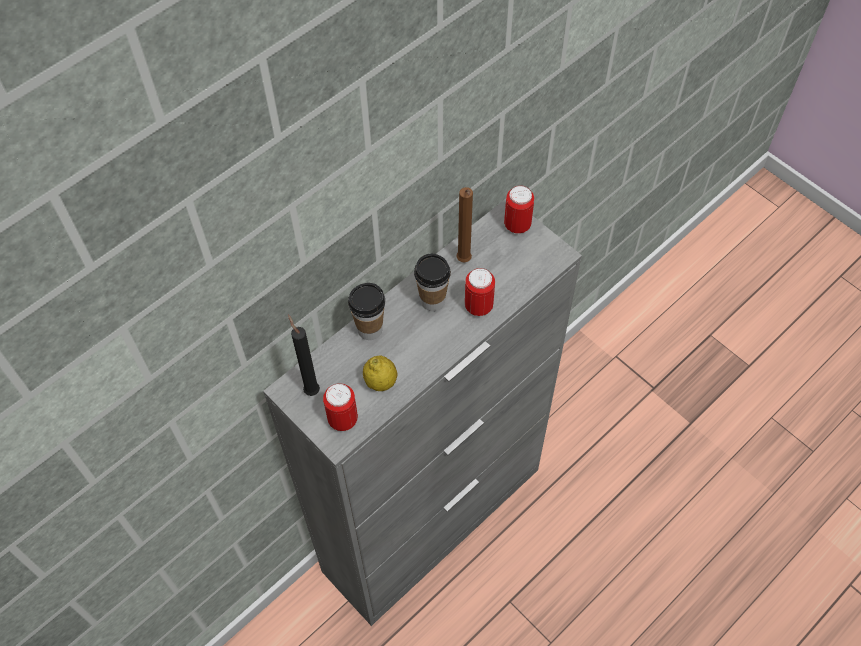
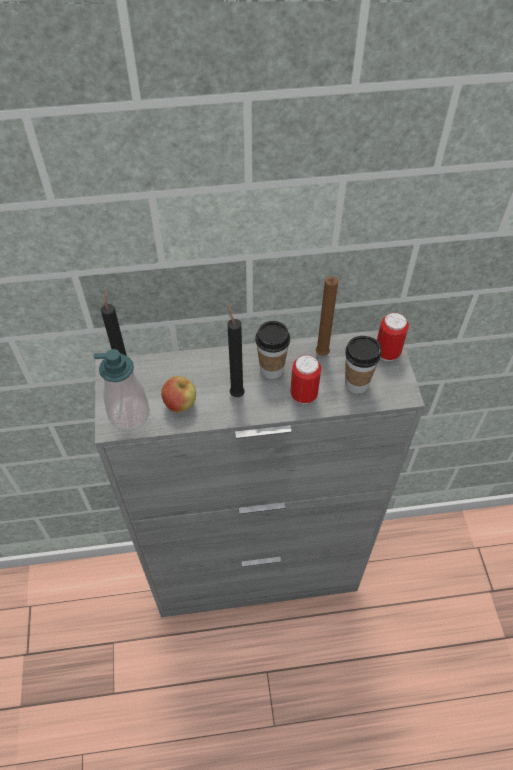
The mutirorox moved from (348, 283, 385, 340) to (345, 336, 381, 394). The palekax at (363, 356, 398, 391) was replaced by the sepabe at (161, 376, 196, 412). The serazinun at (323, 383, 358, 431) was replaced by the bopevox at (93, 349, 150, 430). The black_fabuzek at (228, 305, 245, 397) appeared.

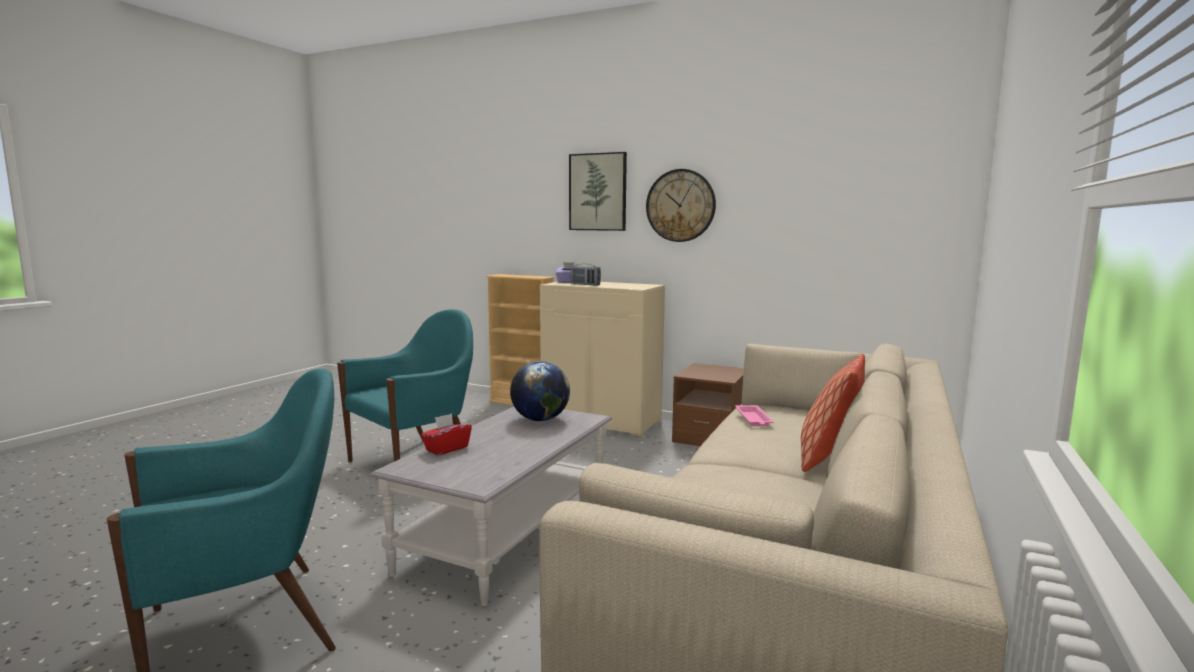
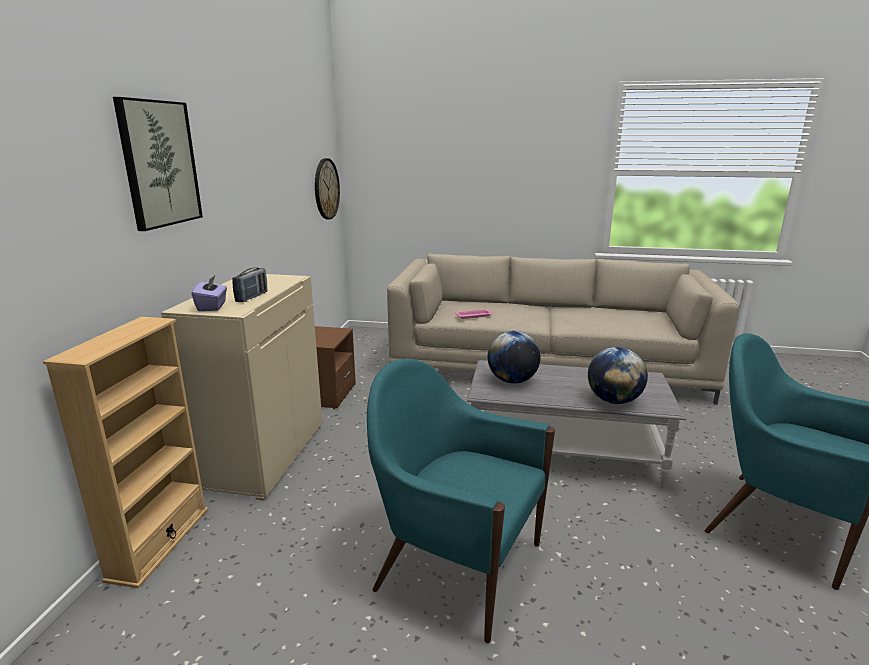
The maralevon moved from (646, 169, 716, 242) to (315, 158, 340, 219). The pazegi at (801, 354, 865, 472) disappeared. The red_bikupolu at (421, 413, 472, 455) was replaced by the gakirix at (588, 347, 648, 404).

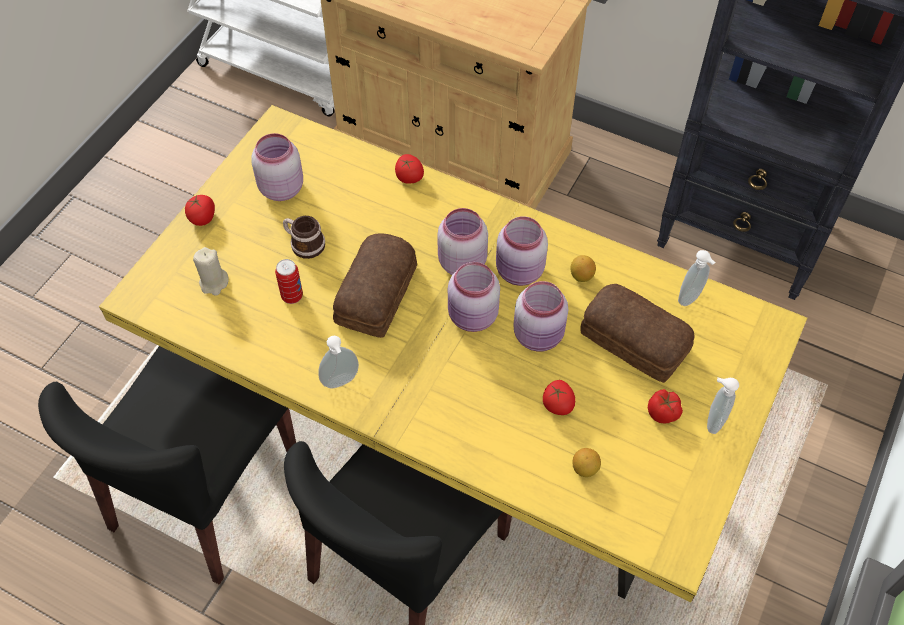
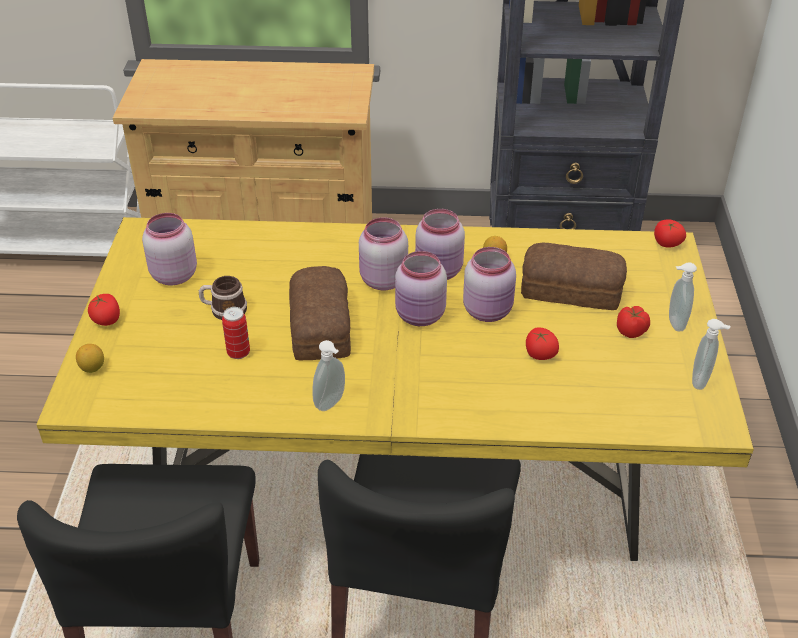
The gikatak moved from (395, 154, 424, 184) to (654, 219, 686, 248). The beige_fabuzek at (193, 247, 229, 296) disappeared. The bopevox moved from (678, 250, 715, 306) to (692, 319, 730, 390). The palekax moved from (573, 448, 601, 477) to (76, 344, 104, 373).

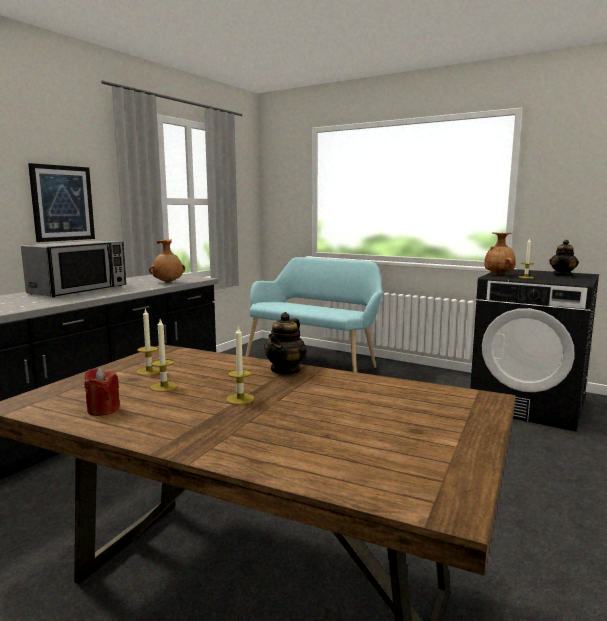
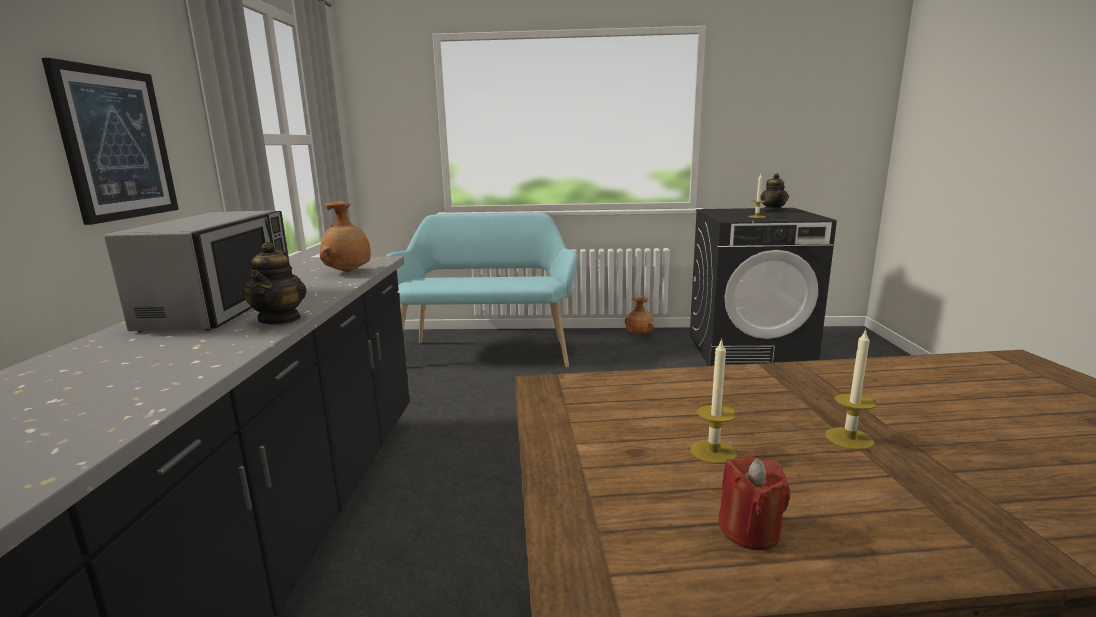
The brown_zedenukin moved from (484, 232, 516, 275) to (625, 297, 654, 336). The fabuzek at (137, 308, 160, 375) disappeared. The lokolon moved from (264, 312, 307, 375) to (242, 242, 307, 325).

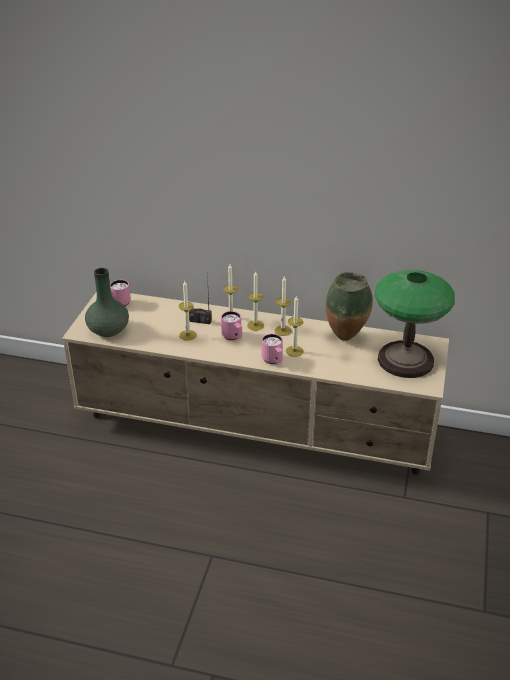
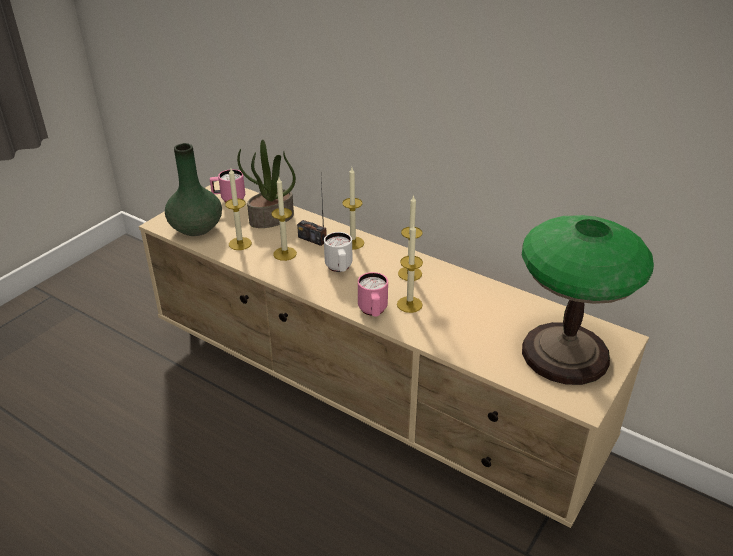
The fabuzek moved from (247, 271, 264, 331) to (225, 168, 252, 250). The zedenukin at (326, 272, 373, 341) disappeared. The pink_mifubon at (221, 311, 242, 340) became the white_mifubon at (324, 232, 352, 272). The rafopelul at (237, 140, 296, 228) appeared.

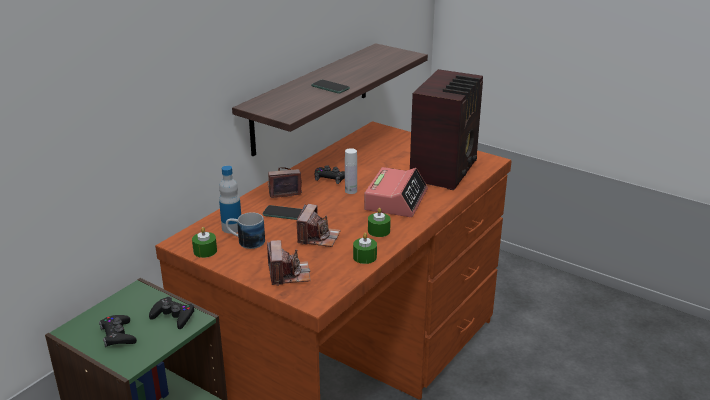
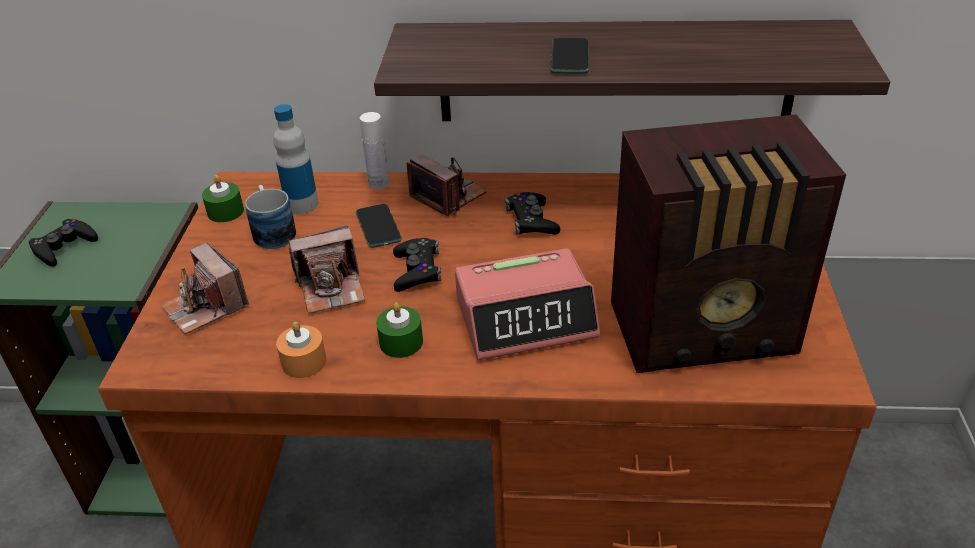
The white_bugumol moved from (345, 148, 357, 194) to (360, 112, 389, 190). The green_fabuzek at (353, 233, 377, 264) became the orange_fabuzek at (276, 322, 326, 378). The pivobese at (267, 240, 311, 286) turned 90 degrees clockwise. The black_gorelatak moved from (149, 296, 194, 329) to (393, 238, 441, 292).

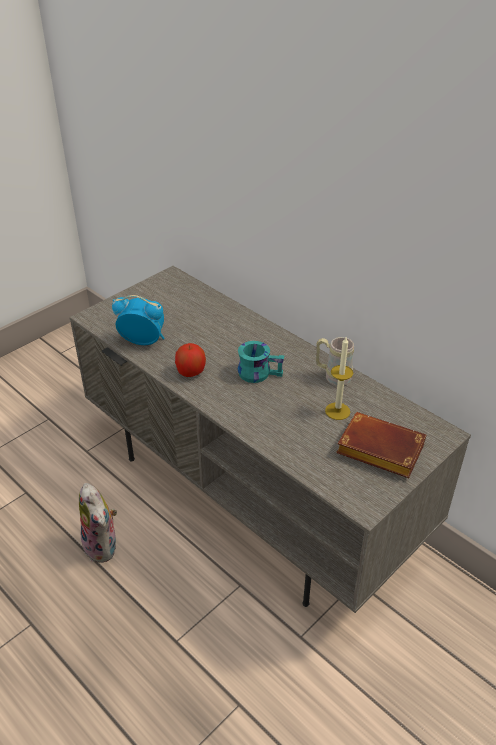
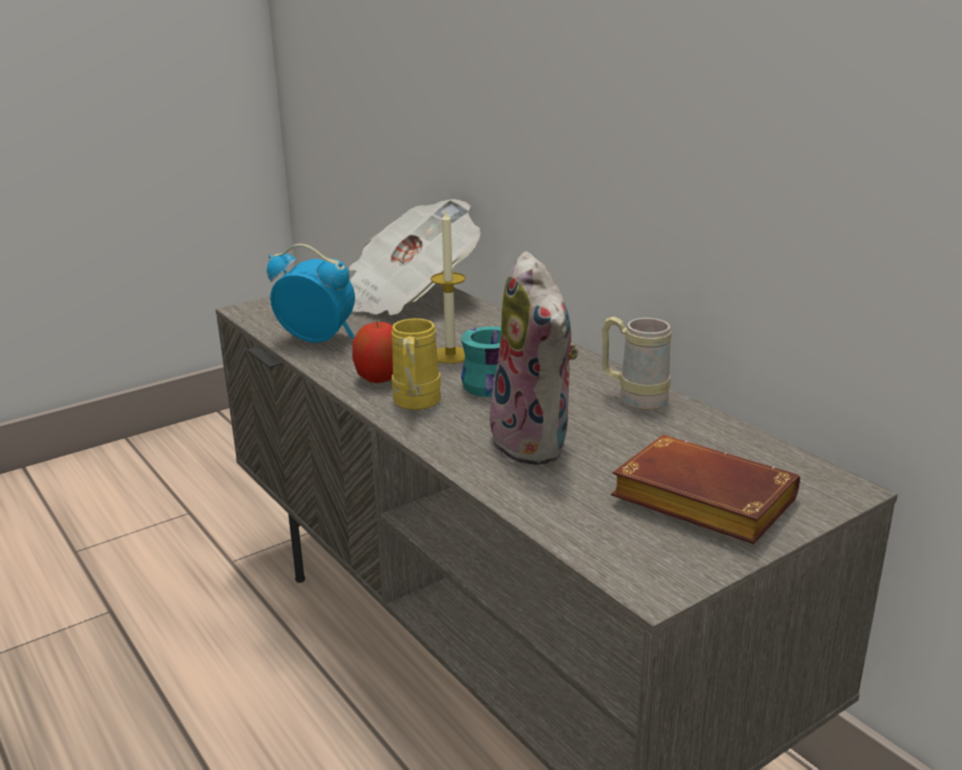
The fabuzek moved from (325, 337, 353, 420) to (431, 210, 466, 364). The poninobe moved from (79, 483, 117, 563) to (490, 251, 578, 465). The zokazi at (349, 199, 481, 315) appeared. The yellow_mifubon at (392, 318, 441, 410) appeared.

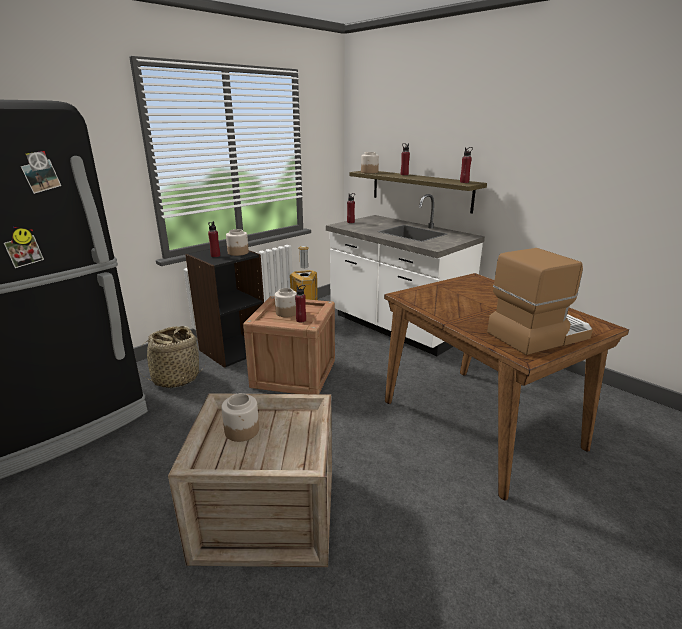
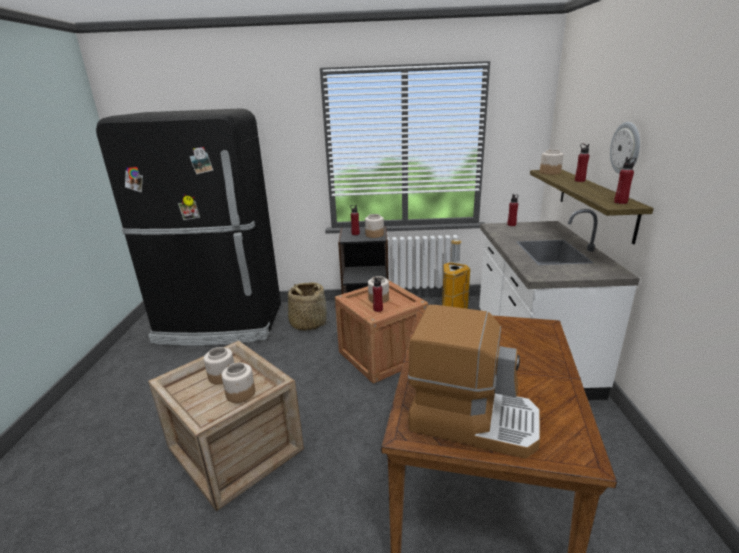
The maralevon at (610, 122, 640, 174) appeared. The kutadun at (222, 363, 255, 403) appeared.

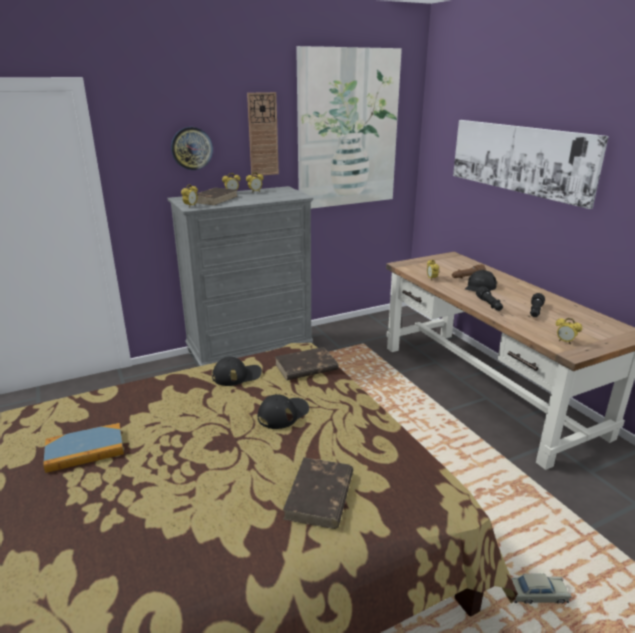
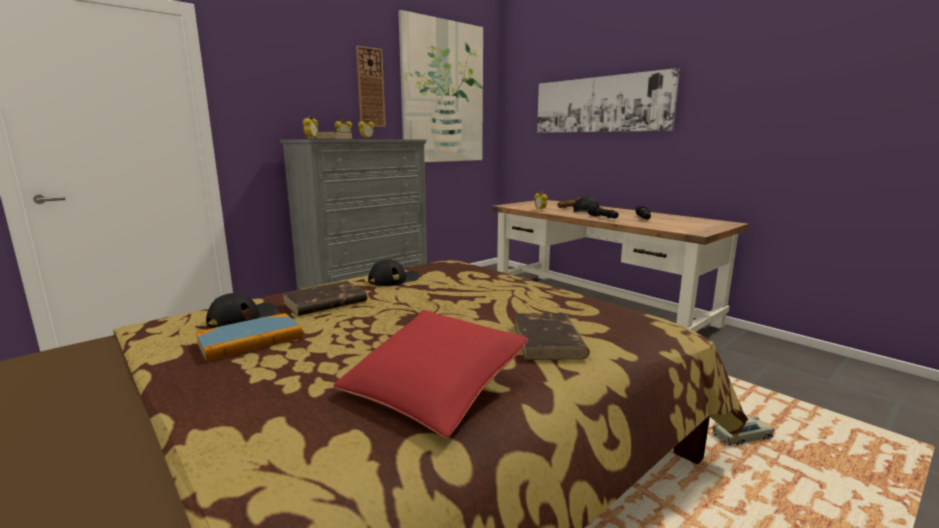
The maralevon at (171, 127, 213, 170) disappeared. The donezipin at (556, 318, 582, 344) disappeared. The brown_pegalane moved from (275, 347, 339, 380) to (282, 281, 367, 316). The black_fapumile moved from (258, 394, 309, 429) to (206, 293, 277, 328). The red_pazegi at (333, 310, 528, 438) appeared.

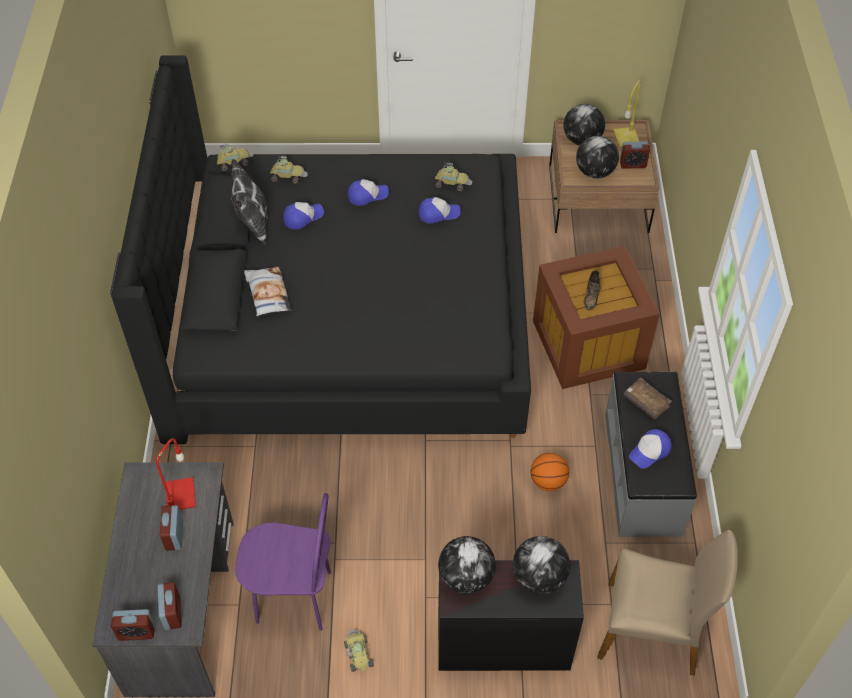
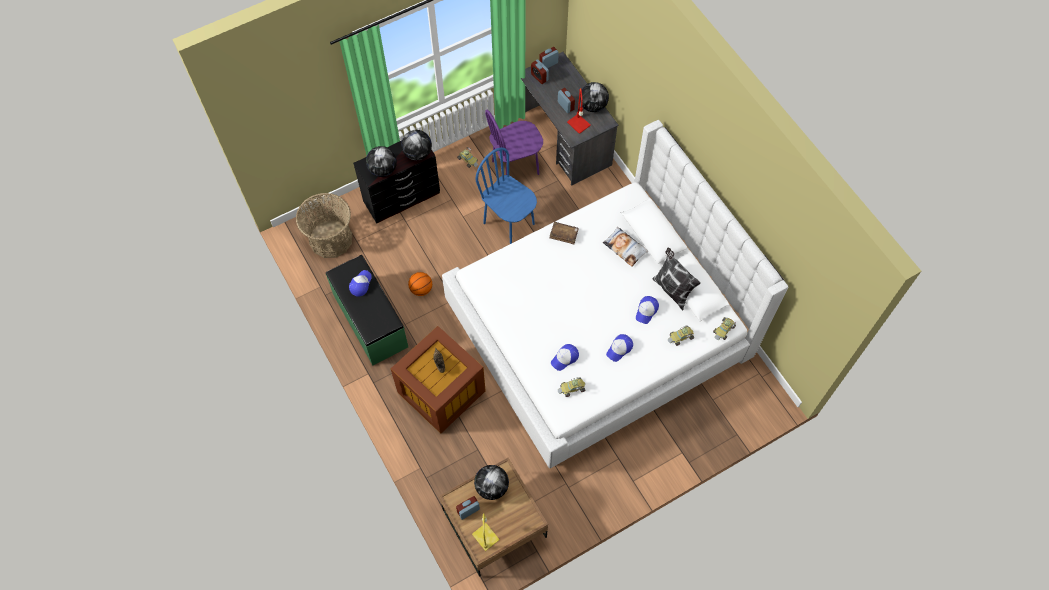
The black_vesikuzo at (110, 55, 531, 444) became the white_vesikuzo at (442, 120, 789, 468). The gakirix moved from (563, 104, 605, 146) to (580, 82, 609, 112). The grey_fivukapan at (605, 372, 697, 537) became the green_fivukapan at (326, 255, 408, 365). The brown_pegalane moved from (624, 378, 672, 419) to (550, 222, 579, 244). The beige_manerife at (597, 530, 738, 676) was replaced by the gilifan at (296, 193, 352, 258). The blue_manerife at (476, 148, 537, 244) appeared.

